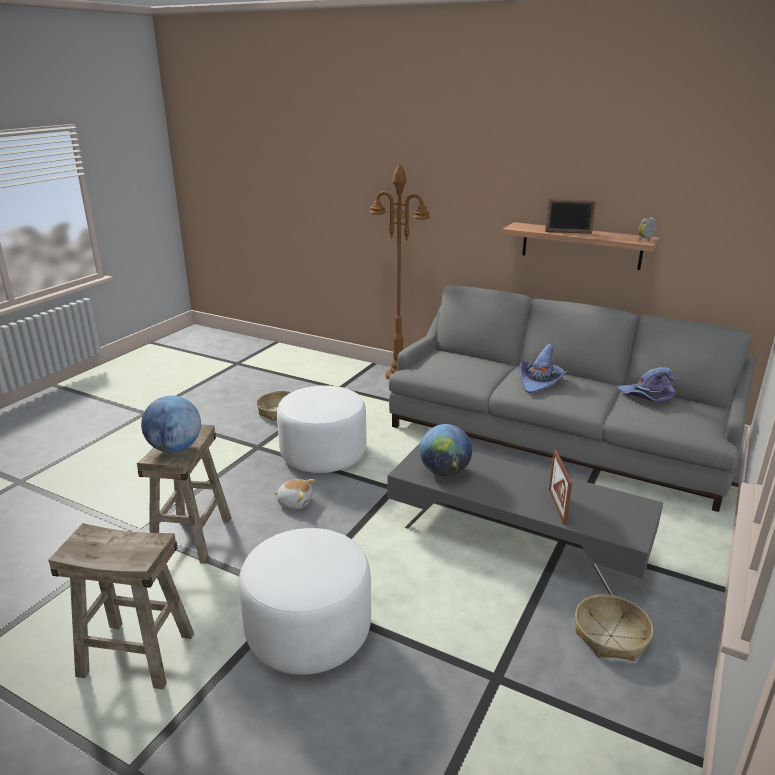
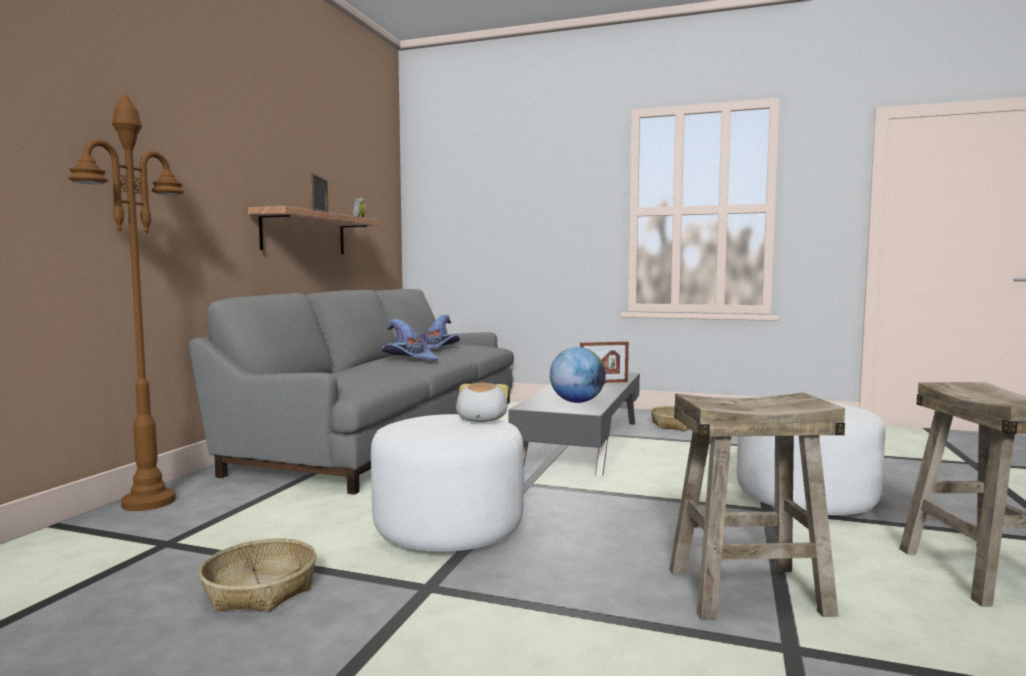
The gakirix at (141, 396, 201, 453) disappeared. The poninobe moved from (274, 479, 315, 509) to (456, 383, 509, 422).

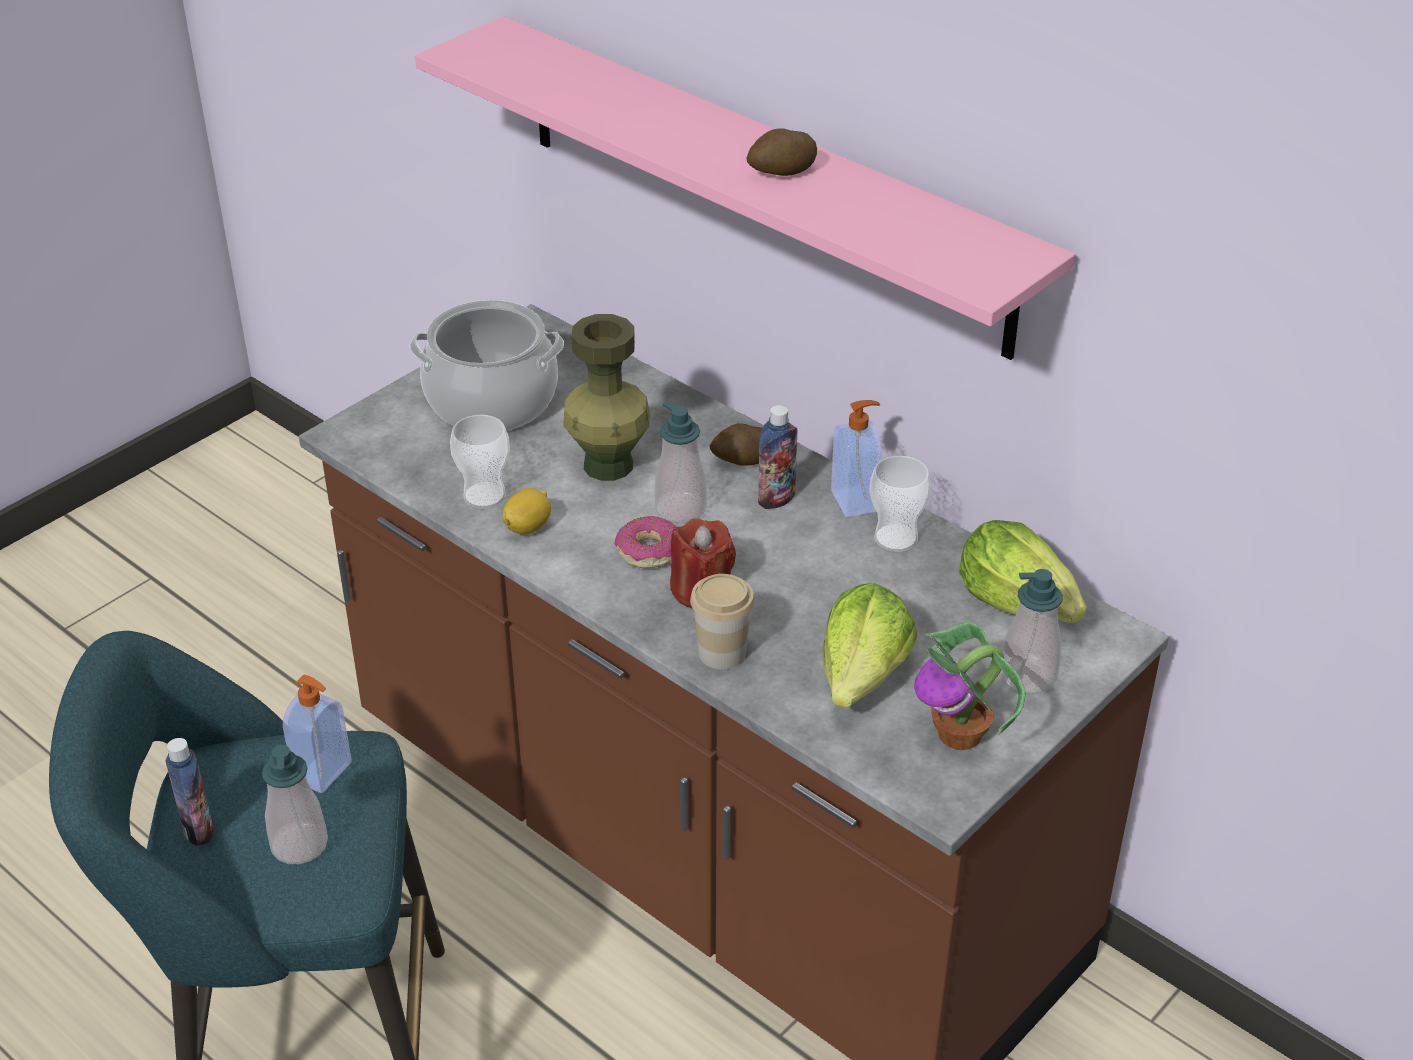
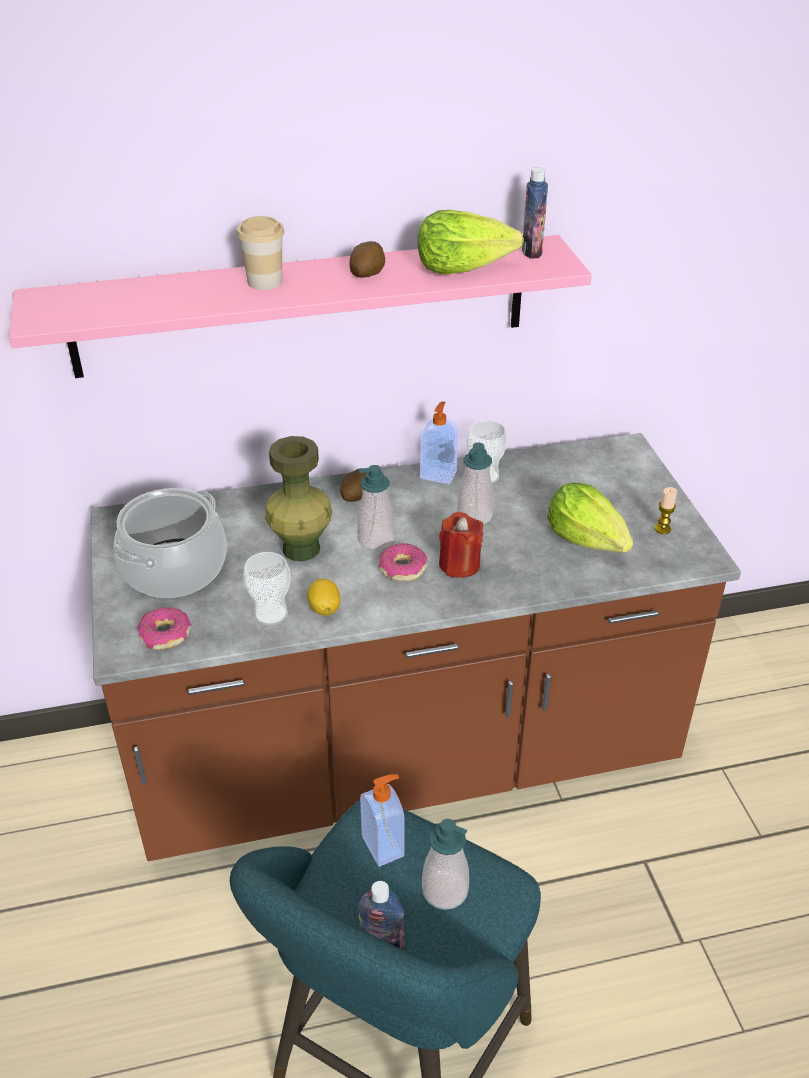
The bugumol moved from (758, 405, 797, 509) to (522, 167, 548, 259). The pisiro moved from (959, 520, 1086, 623) to (418, 210, 524, 274). The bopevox moved from (1000, 569, 1063, 694) to (457, 442, 494, 525). The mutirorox moved from (690, 574, 755, 669) to (237, 216, 284, 290). The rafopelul at (914, 622, 1025, 750) was replaced by the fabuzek at (655, 487, 677, 534). The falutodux at (137, 607, 192, 650) appeared.

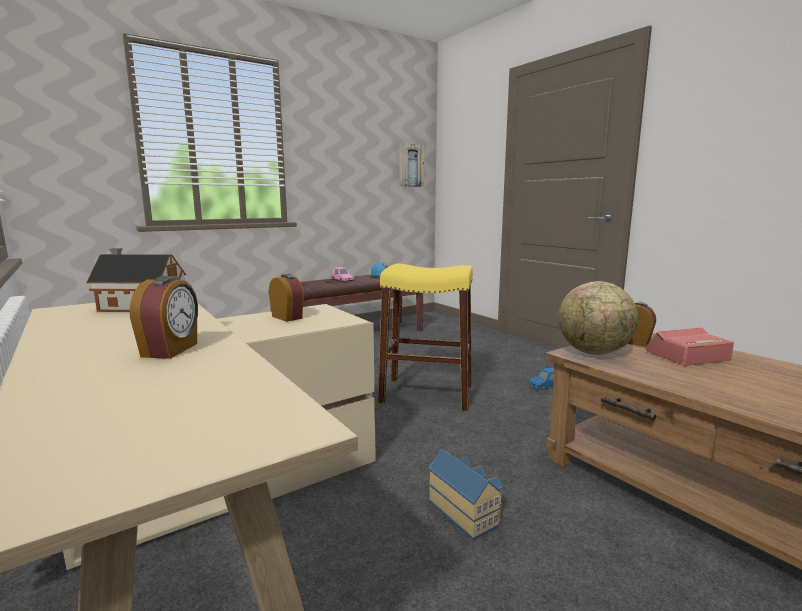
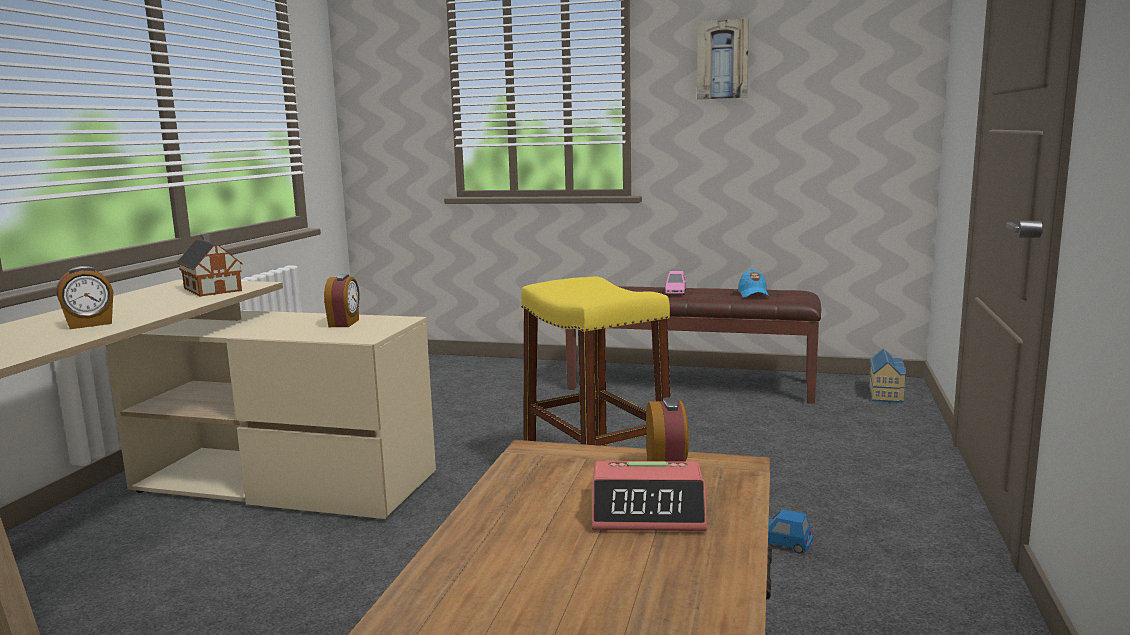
The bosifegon moved from (400, 143, 424, 187) to (697, 19, 749, 100). The gakirix at (558, 281, 638, 355) disappeared. The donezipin at (645, 328, 734, 366) turned 150 degrees clockwise. The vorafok moved from (428, 449, 503, 540) to (869, 348, 906, 403).

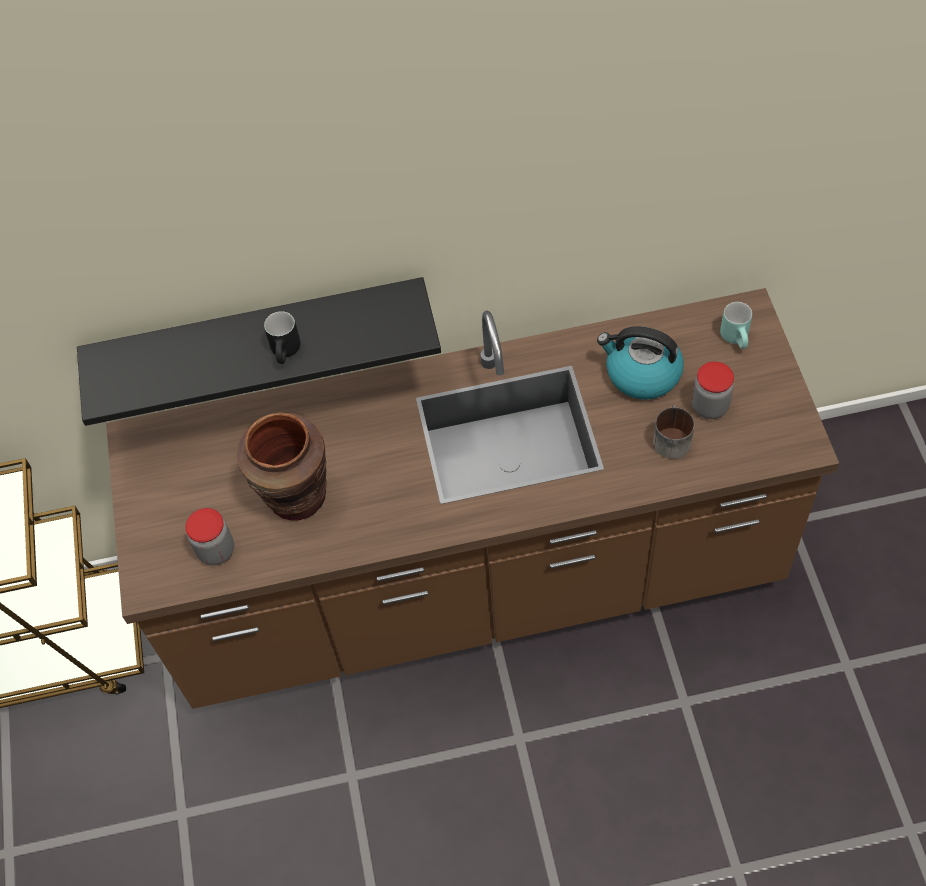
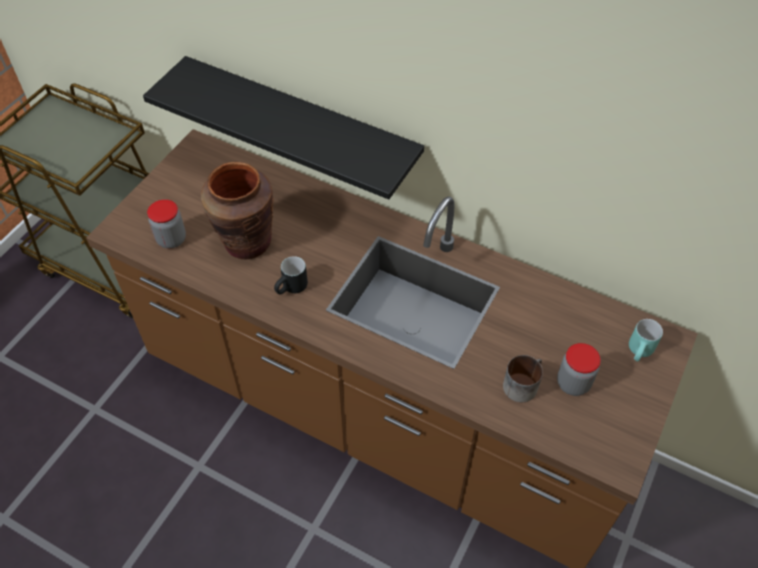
The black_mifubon moved from (264, 311, 301, 364) to (274, 256, 308, 294). The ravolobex at (597, 326, 684, 400) disappeared.

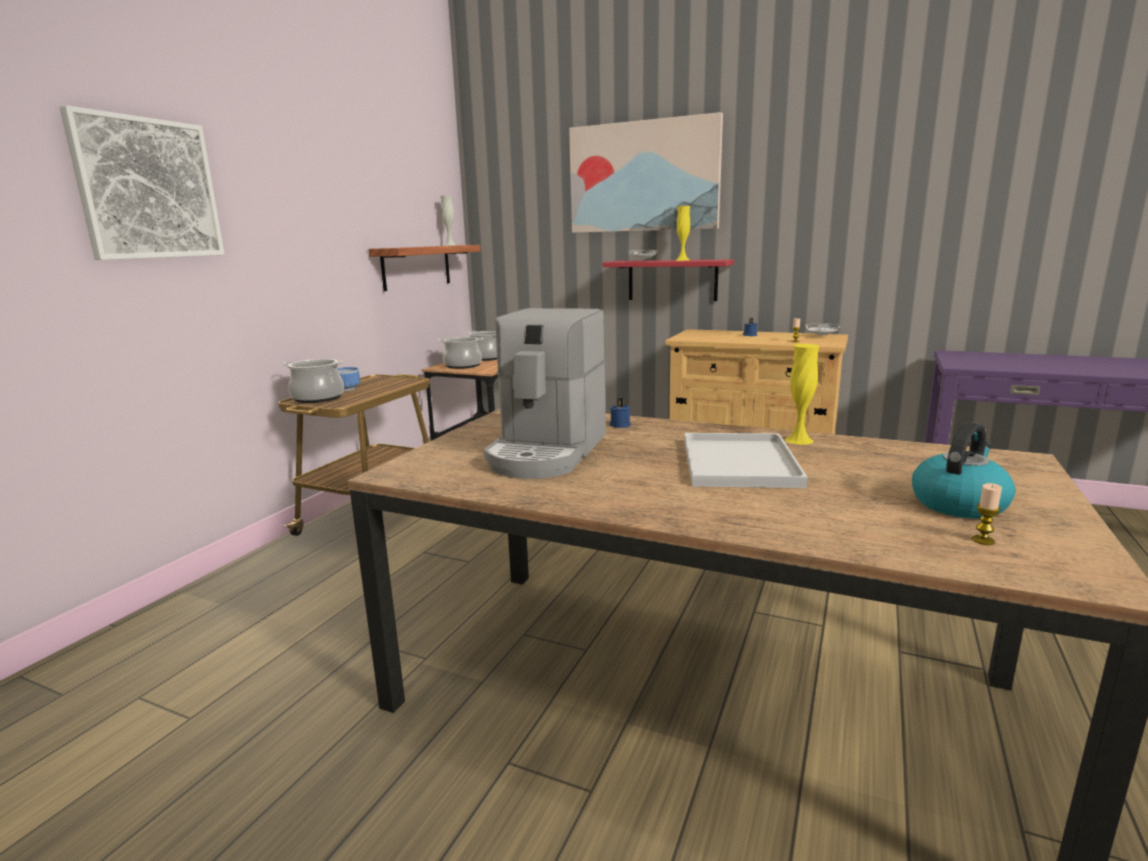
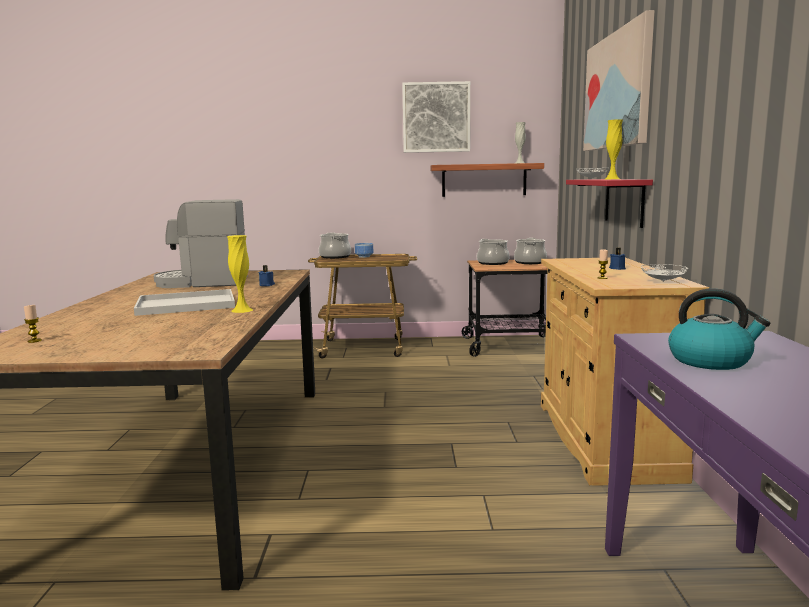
The bosifegon moved from (59, 105, 225, 260) to (402, 81, 470, 153). The ravolobex moved from (912, 422, 1016, 519) to (668, 288, 770, 370).

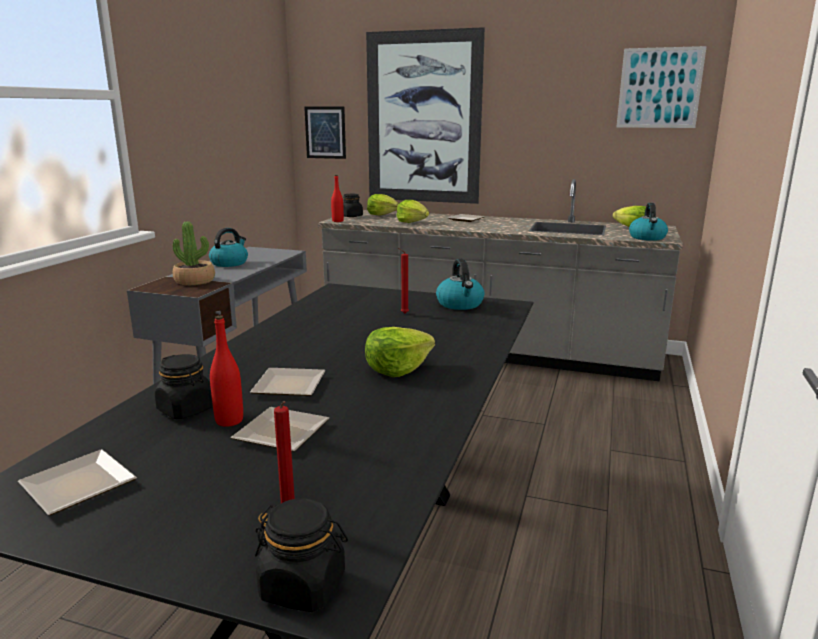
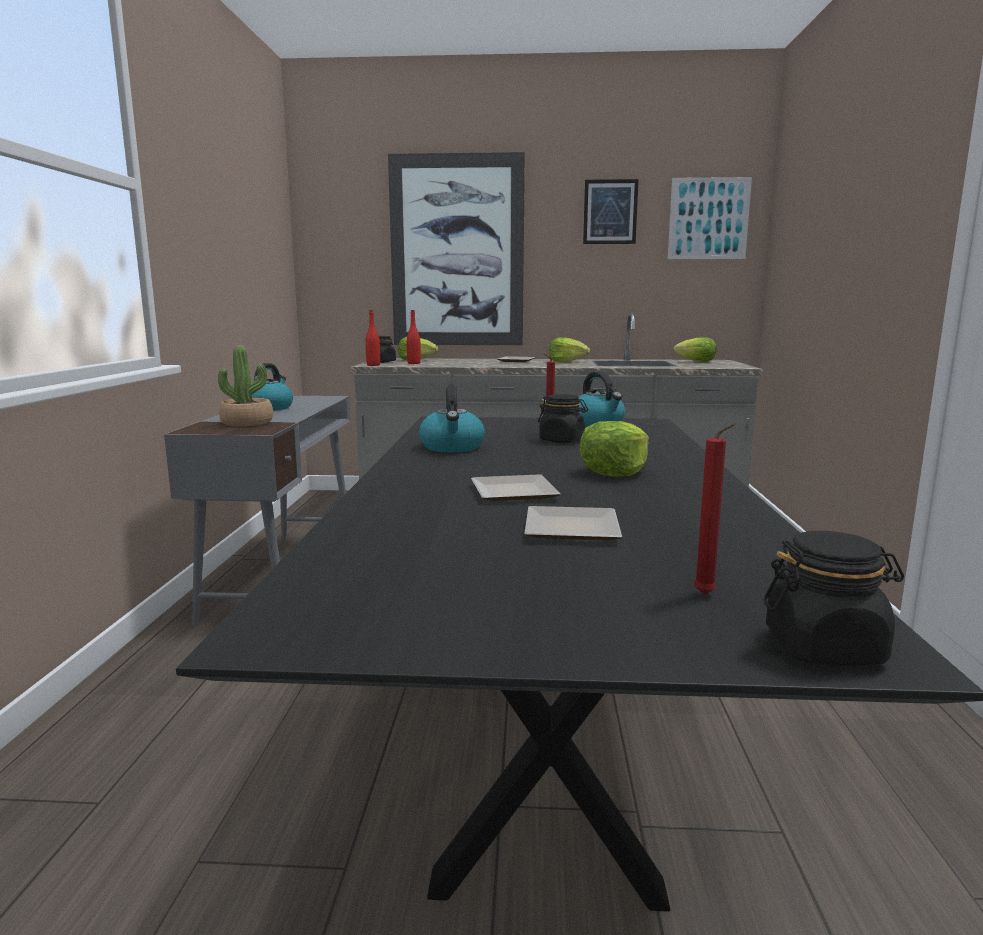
The bosifegon moved from (304, 106, 346, 159) to (583, 179, 639, 244). The pisiro moved from (396, 200, 429, 223) to (549, 337, 590, 362). The ravolobex moved from (629, 203, 668, 241) to (419, 385, 485, 453). The red_bugumol moved from (210, 315, 243, 427) to (407, 310, 421, 364). The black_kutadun moved from (155, 354, 213, 419) to (538, 394, 588, 443). The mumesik at (18, 450, 137, 515) disappeared.

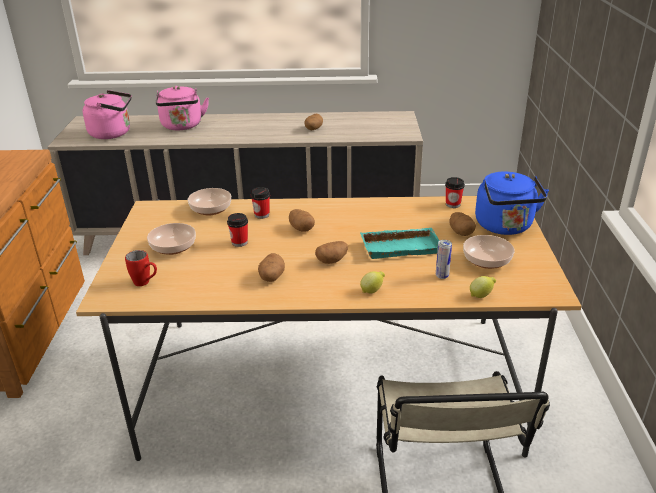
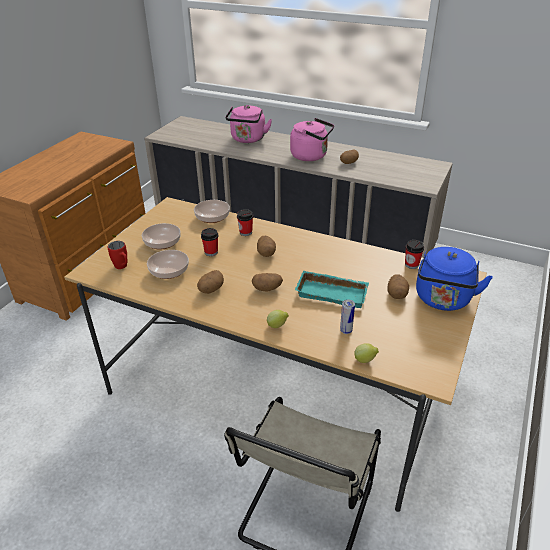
The pink_ravolobex moved from (83, 90, 132, 139) to (290, 118, 334, 161). The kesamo moved from (463, 235, 515, 269) to (147, 250, 189, 279).

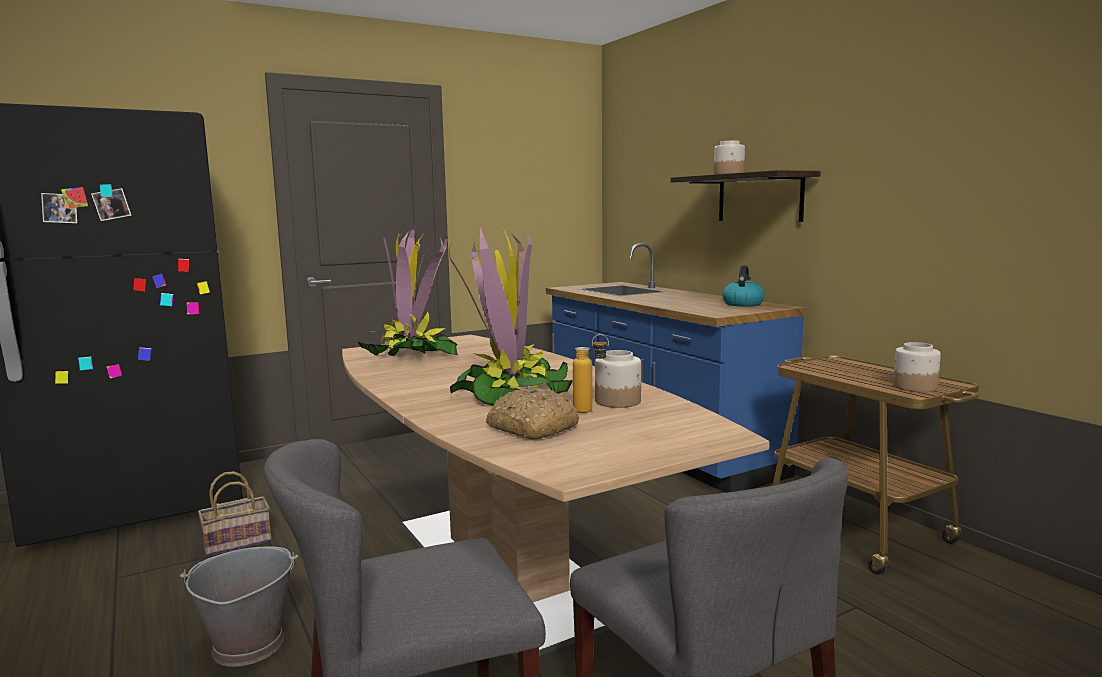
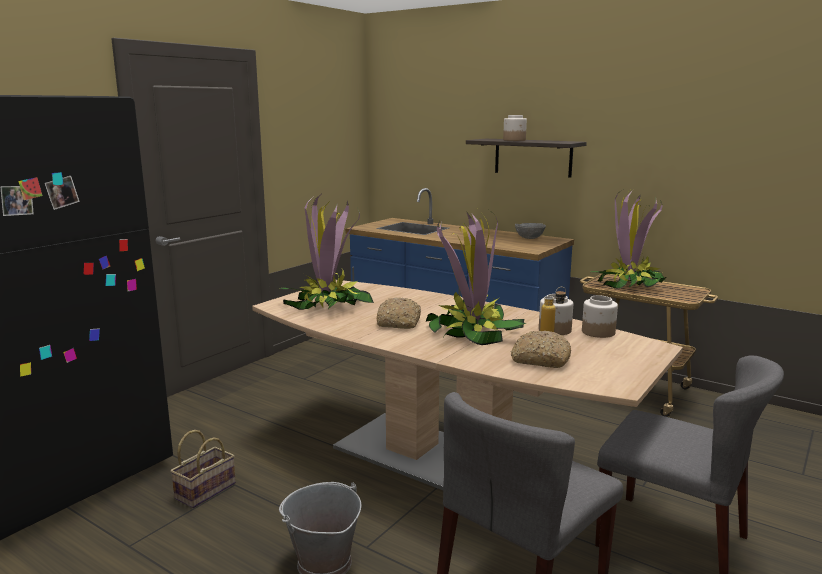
The ravolobex at (722, 265, 765, 307) was replaced by the grey_kesamo at (515, 223, 546, 239). The kutadun moved from (893, 342, 941, 392) to (582, 295, 618, 338). The rafopelul at (590, 190, 666, 289) appeared. The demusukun at (377, 297, 421, 329) appeared.

